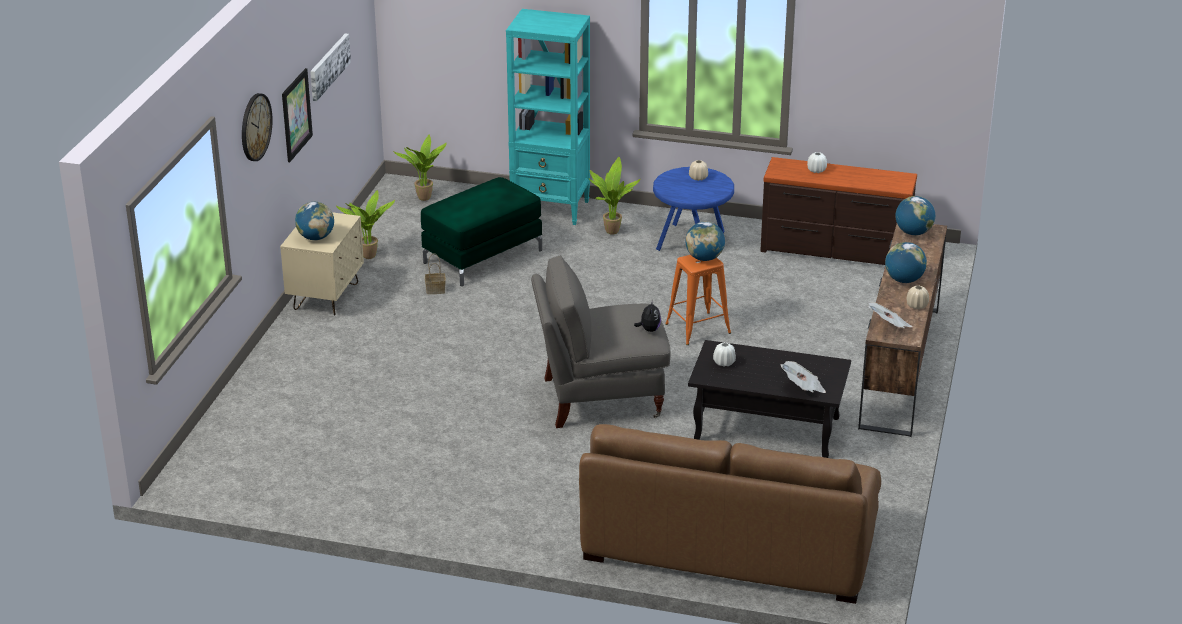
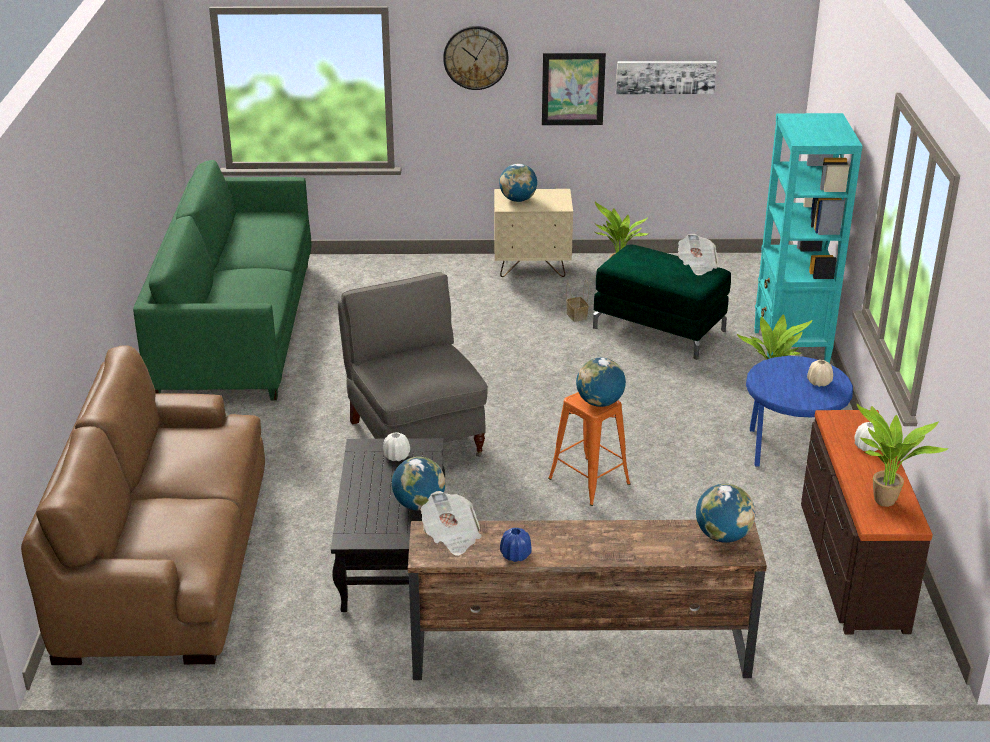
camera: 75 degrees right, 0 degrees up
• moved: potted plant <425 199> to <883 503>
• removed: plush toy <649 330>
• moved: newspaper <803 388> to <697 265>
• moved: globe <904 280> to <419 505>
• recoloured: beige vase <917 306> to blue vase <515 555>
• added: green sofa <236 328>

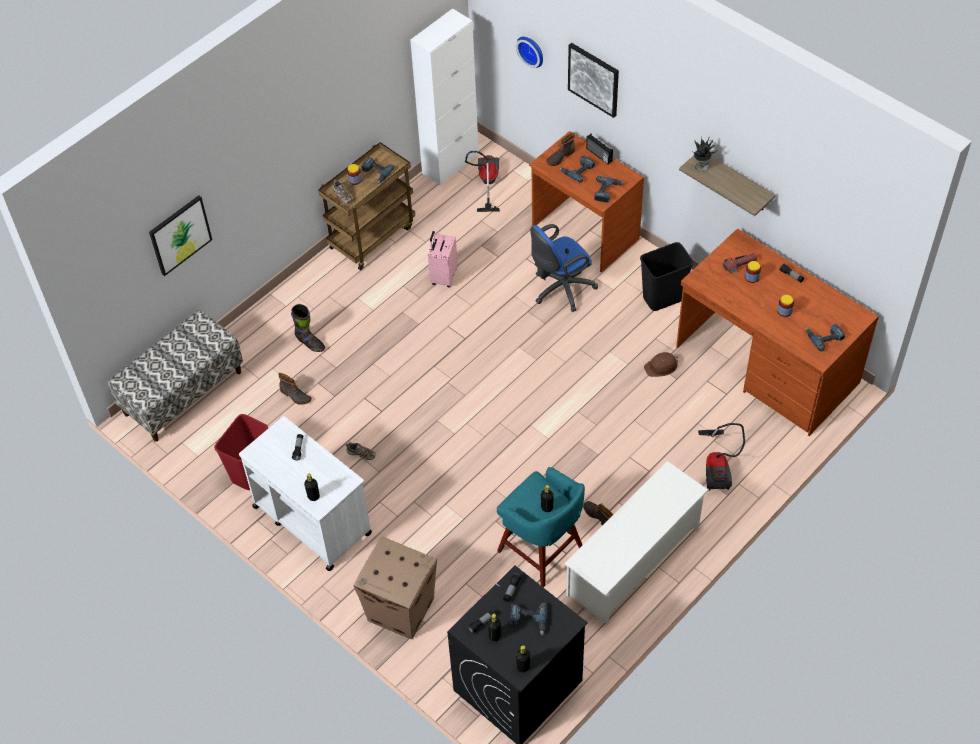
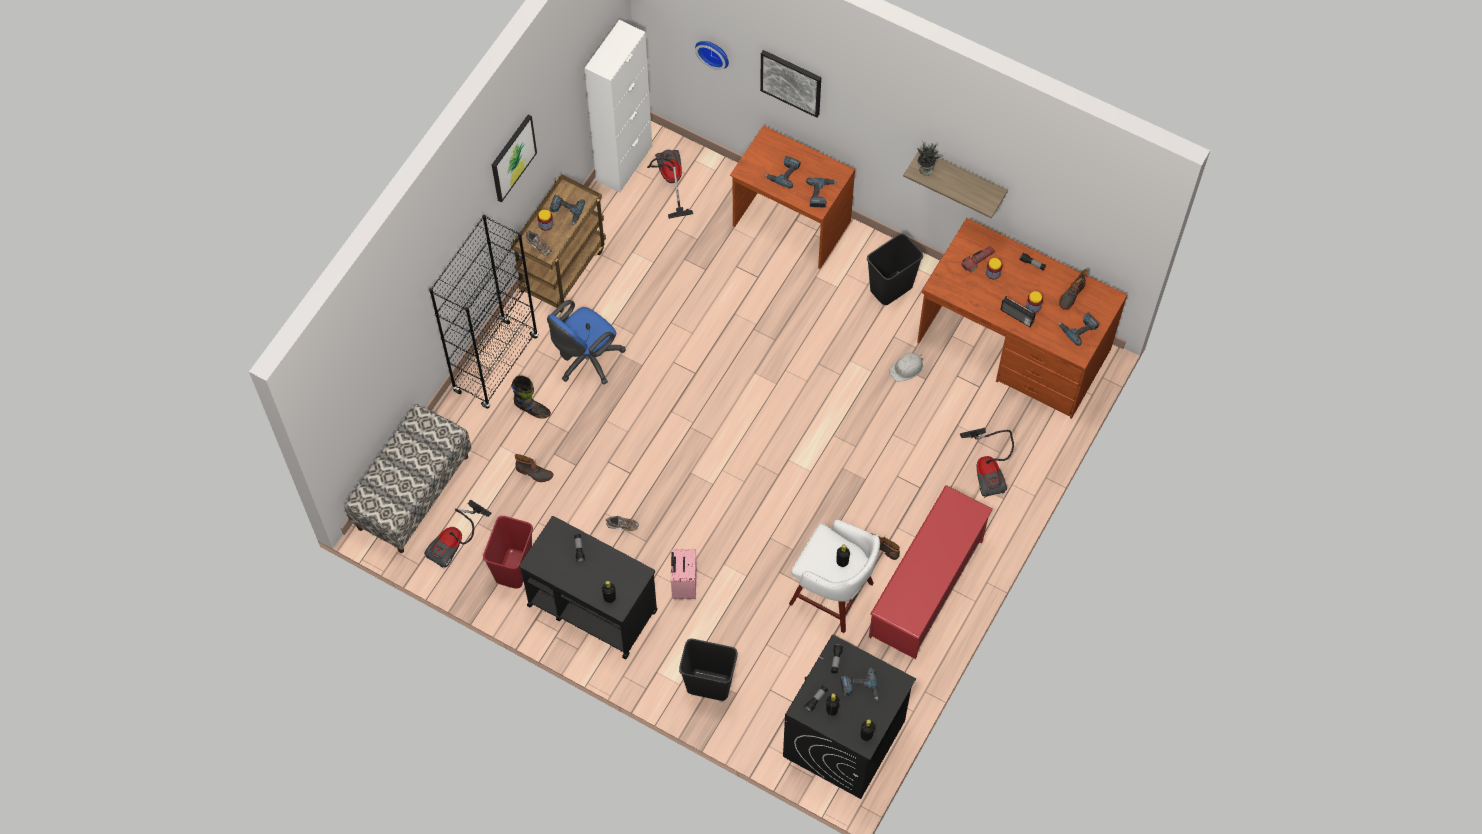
camera: 15 degrees left, 10 degrees up
• moved: picture <180 235> to <512 157>
• recoloured: white cart <311 519> to black cart <591 607>
• replaced: cardboard box <401 609> to black trash can <709 684>
• moved: pink suitcase <443 277> to <683 585>
• recoloured: turquoise stool <542 551> to white stool <833 595>
• moved: blue office chair <560 289> to <585 359>
• moved: boot <560 157> to <1071 295>
• recoloured: white shoe rack <634 561> to red shoe rack <927 588>
• moved: radio <598 155> to <1016 316>
• recoloured: brown hard hat <661 367> to white hard hat <907 368>
• added: vacuum cleaner <456 542>
• added: black bookcase <496 364>

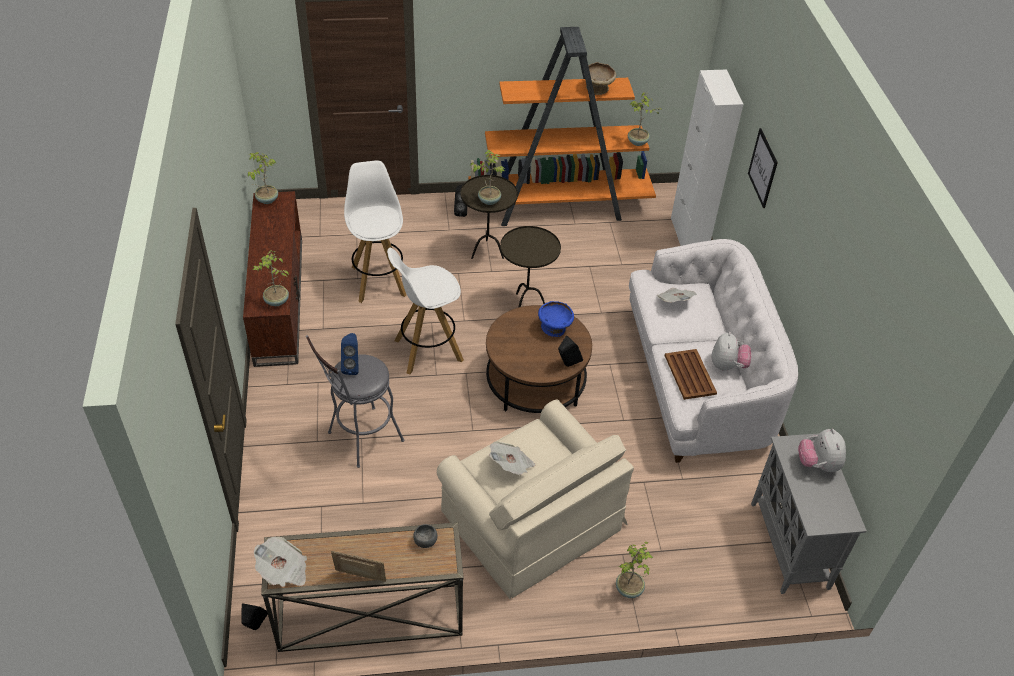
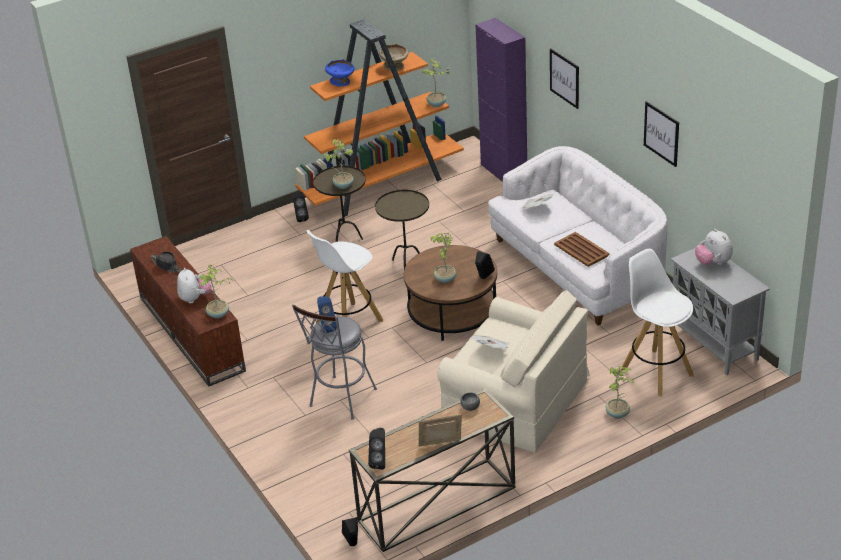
camera: 20 degrees left, 10 degrees down
• moved: potted plant <266 200> to <444 279>
• replaced: newspaper <283 571> to black speaker <380 462>
• moved: white stool <378 280> to <656 371>
• moved: blue bowl <555 328> to <341 82>
• recoloured: white cabinet <688 235> to purple cabinet <504 172>
• moved: plush toy <727 365> to <195 298>
• added: black hat <166 266>
• added: picture <661 133>

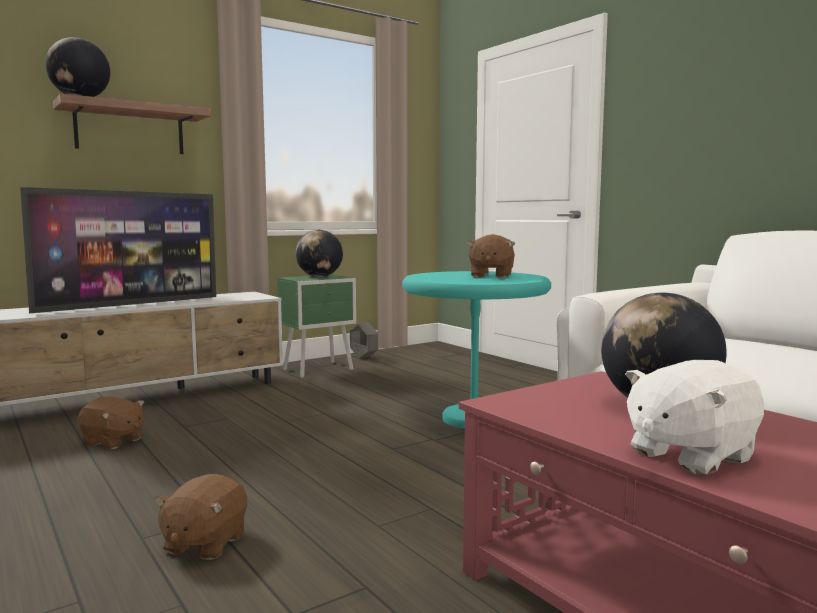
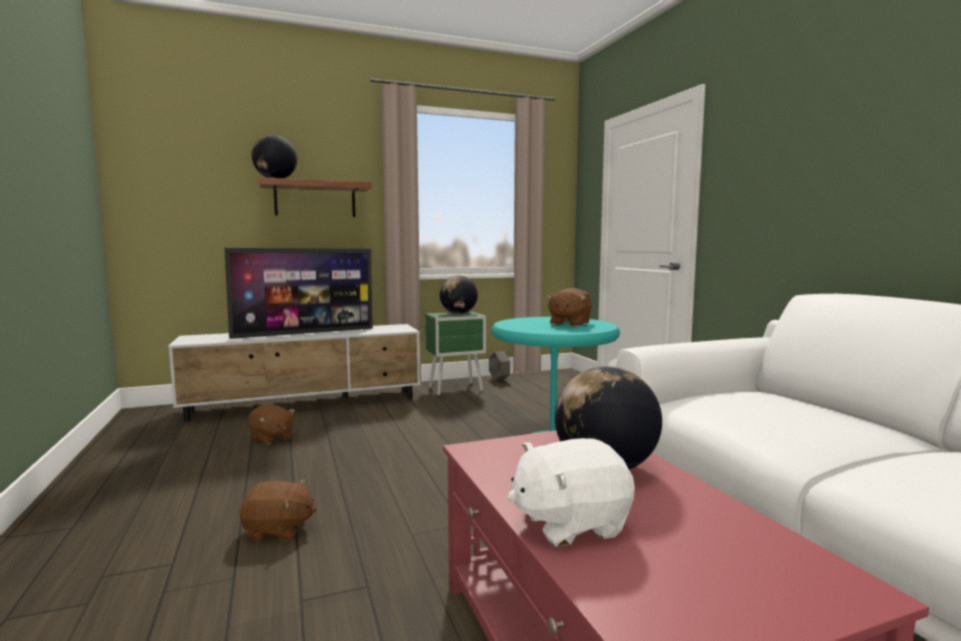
camera: 15 degrees right, 0 degrees up
• turned: brown plush toy <204 543> = <278 530> 120 degrees counterclockwise

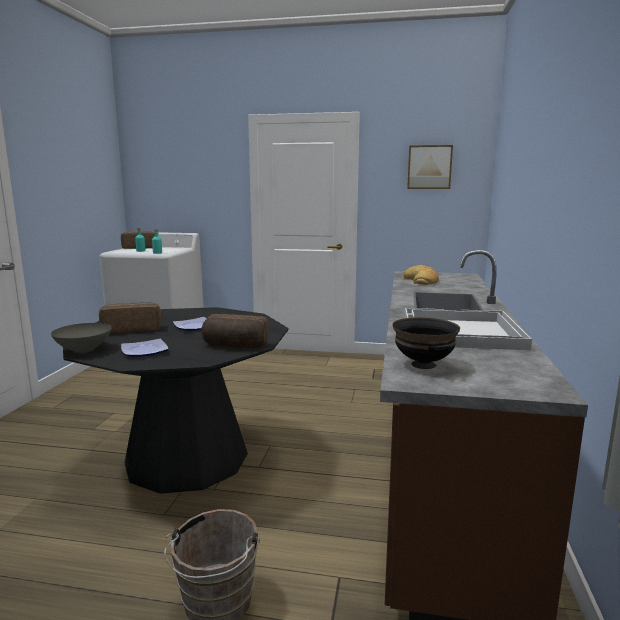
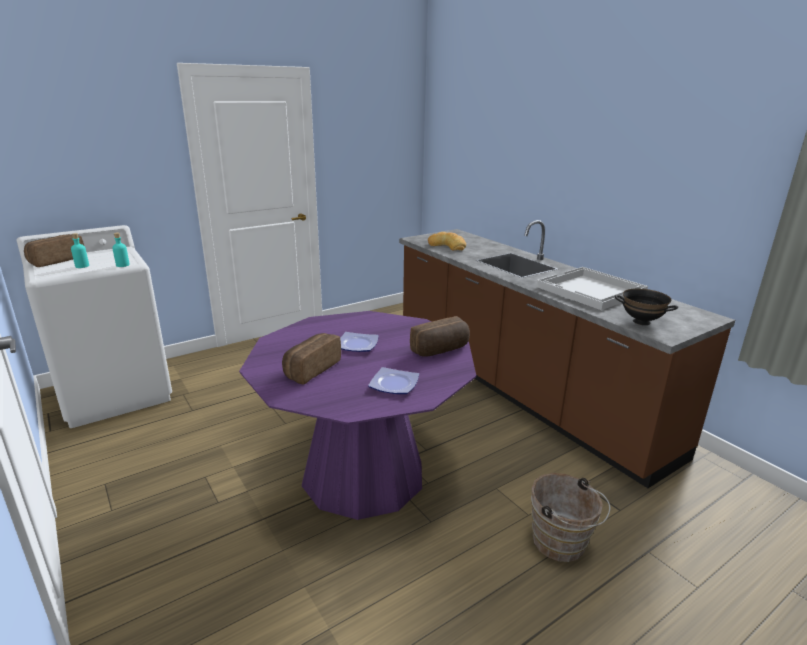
camera: 45 degrees left, 10 degrees up
• removed: grey bowl <84 350>
• recoloured: black dining table <187 458> to purple dining table <363 474>
• removed: picture <429 167>

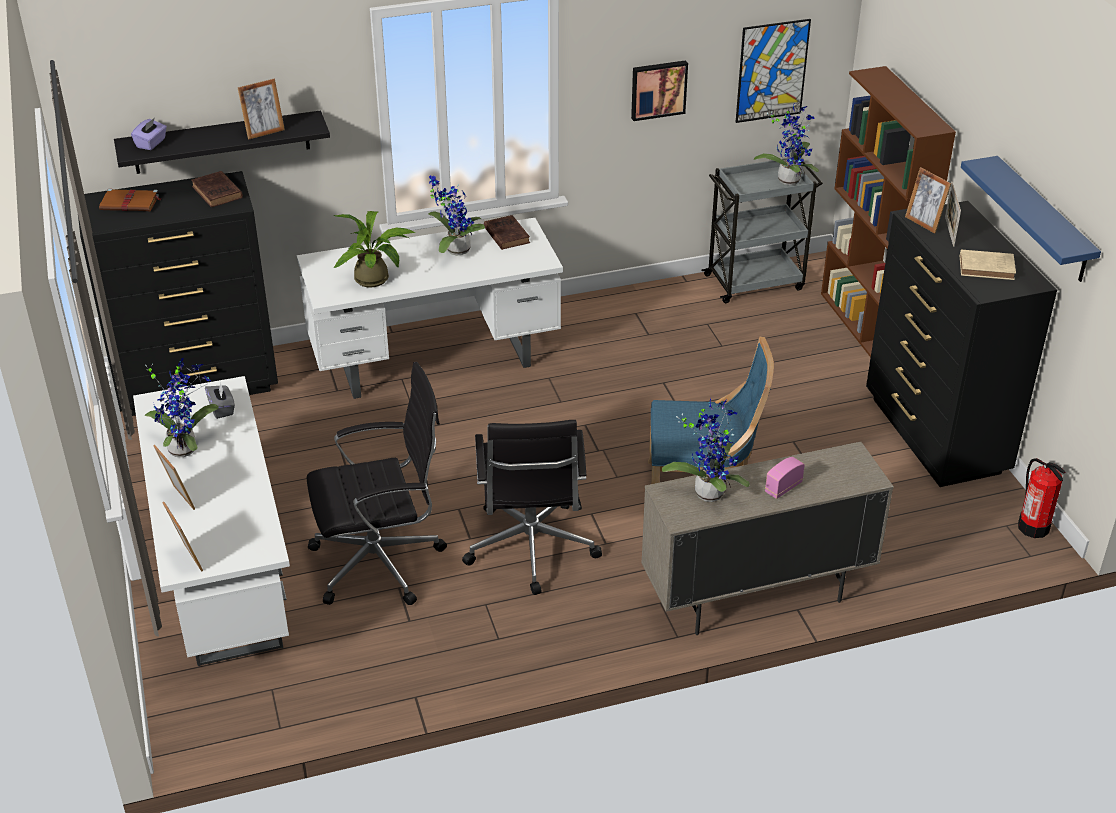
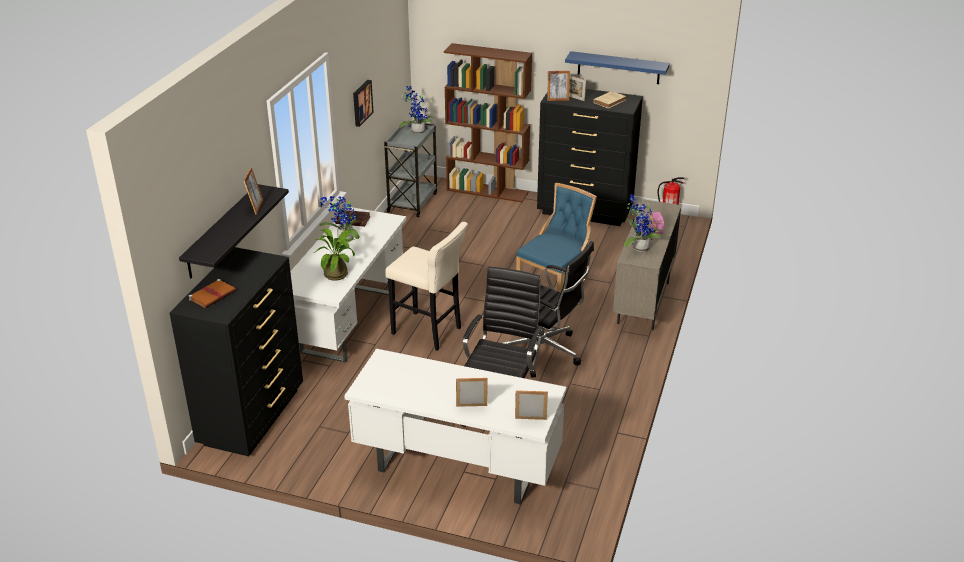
camera: 55 degrees left, 5 degrees down
• removed: purple tissue box <151 143>
• removed: potted plant <185 447>
• removed: brown book <218 193>
• removed: grey tissue box <222 409>
• removed: picture <772 71>
• added: beige stool <429 332>

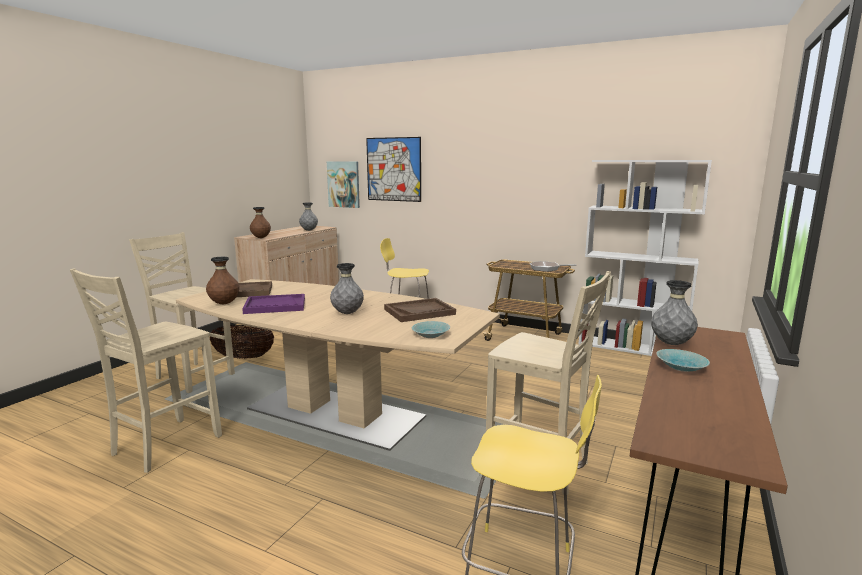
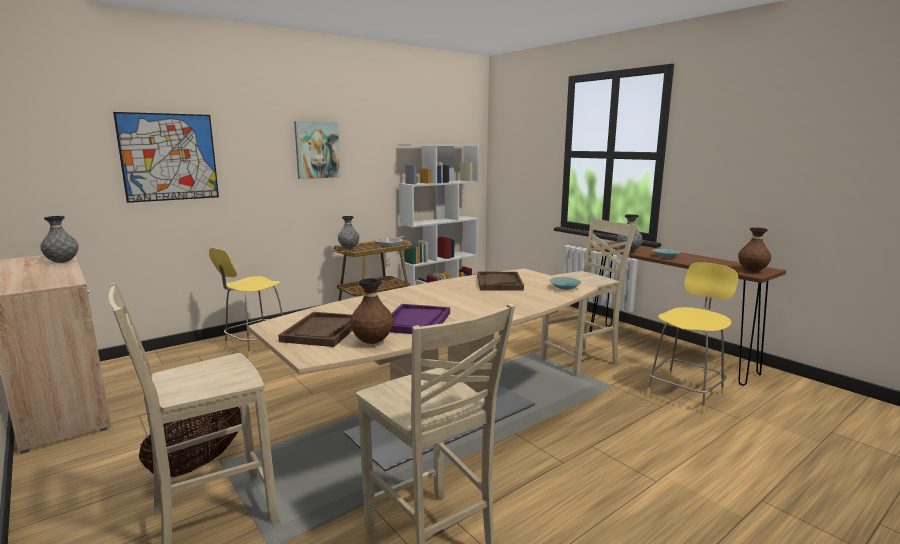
camera: 65 degrees left, 0 degrees up
• moved: brown vase <261 238> to <752 271>
• moved: picture <344 184> to <317 150>
• moved: grey vase <347 313> to <349 248>

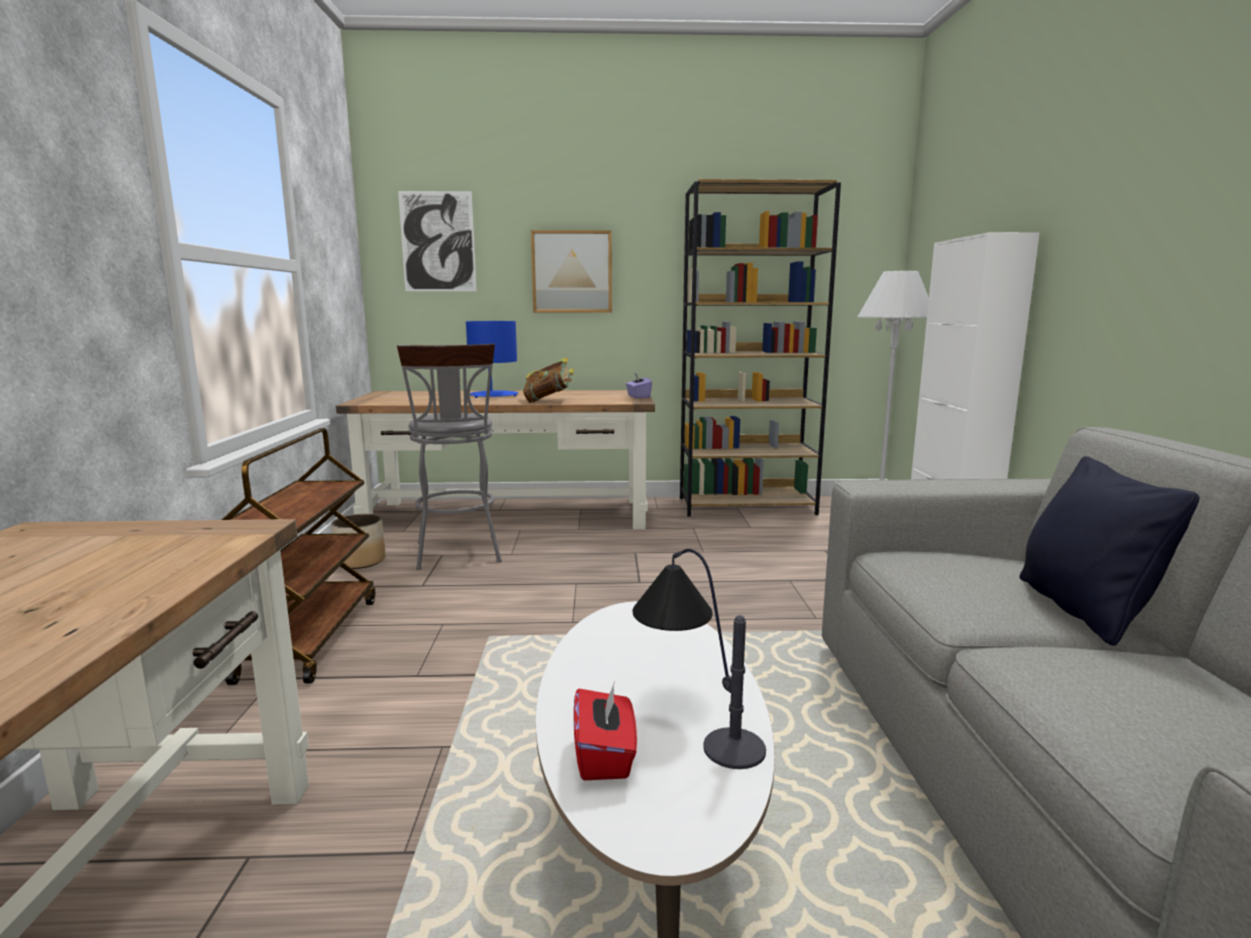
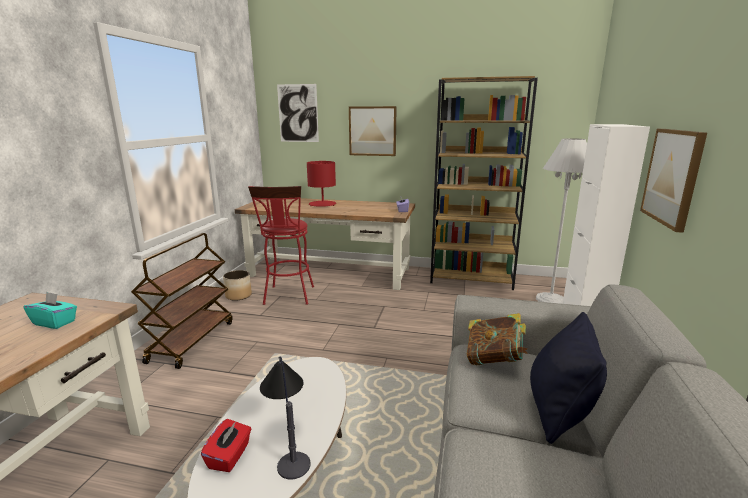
camera: 15 degrees right, 5 degrees up
• recoloured: grey stool <458 555> to red stool <288 297>
• recoloured: blue table lamp <494 395> to red table lamp <322 204>
• moved: book <549 401> to <494 360>
• added: turquoise tissue box <55 322>
• added: picture <673 177>

